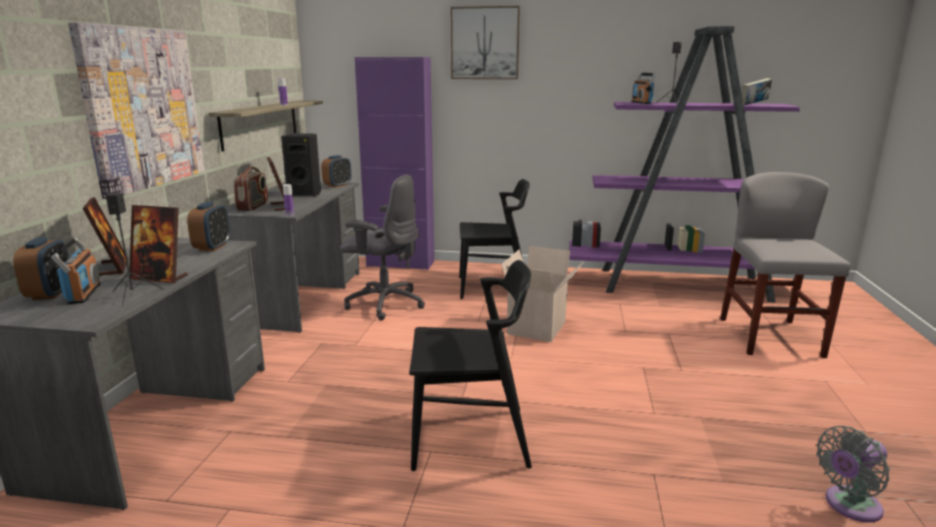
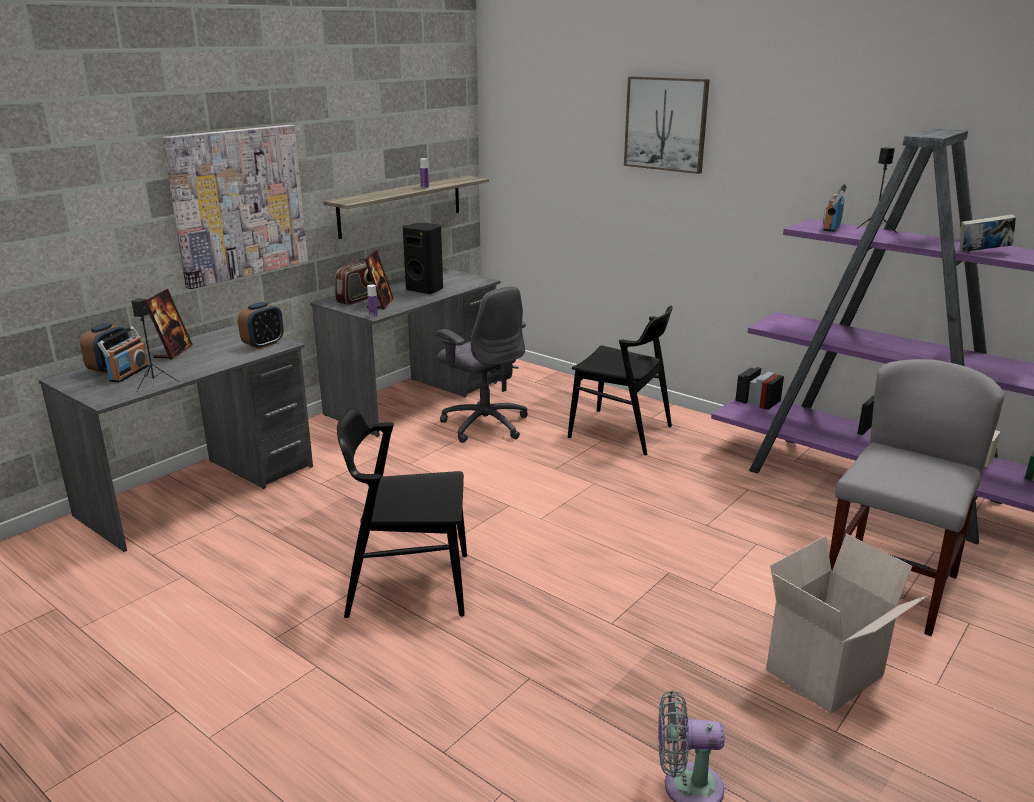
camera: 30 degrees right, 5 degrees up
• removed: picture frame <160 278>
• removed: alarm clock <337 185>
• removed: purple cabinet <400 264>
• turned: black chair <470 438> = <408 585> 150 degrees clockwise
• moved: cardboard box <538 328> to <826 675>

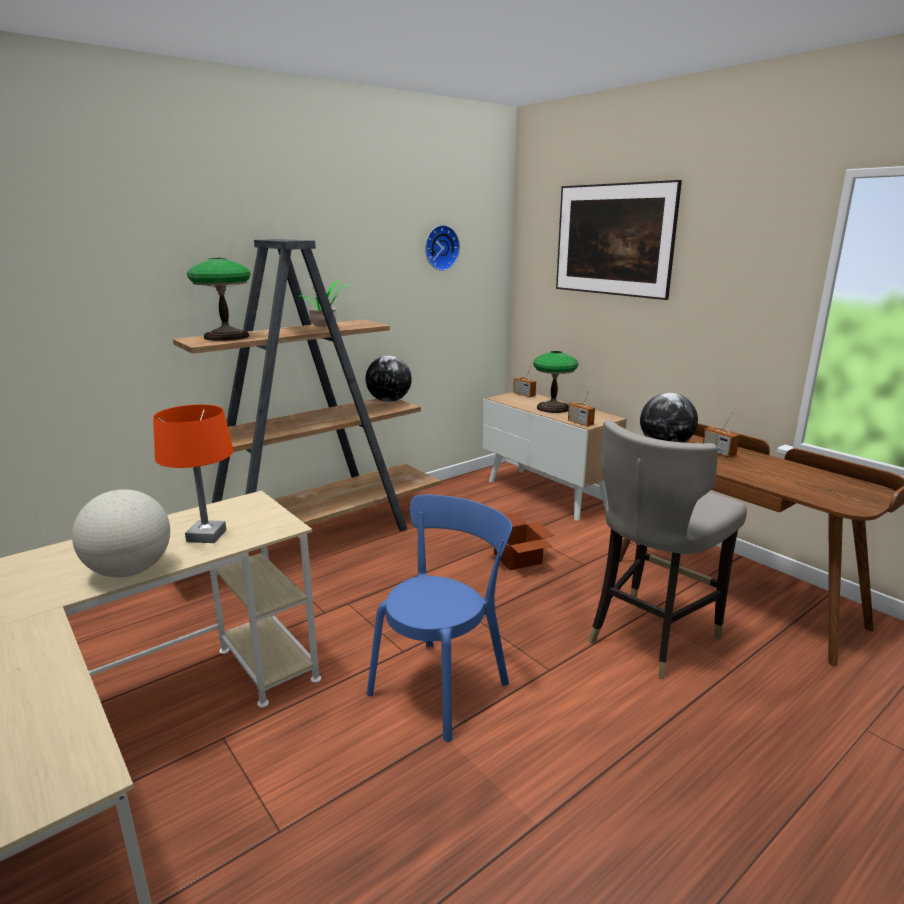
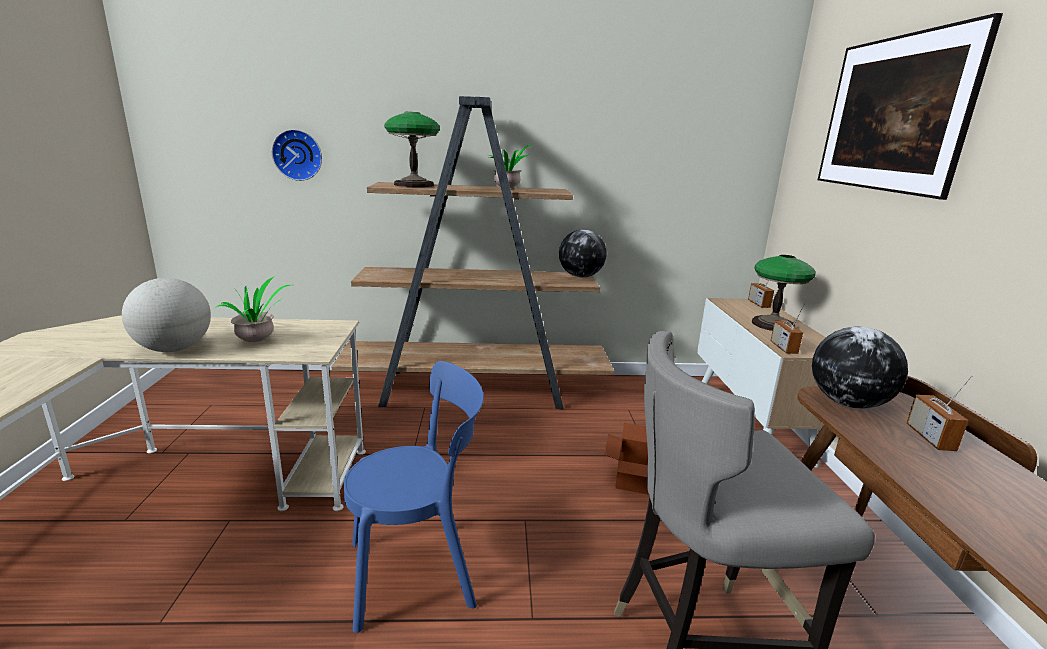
camera: 35 degrees right, 0 degrees up
• replaced: orange table lamp <206 536> to potted plant <259 341>
• moved: wall clock <440 248> to <298 155>

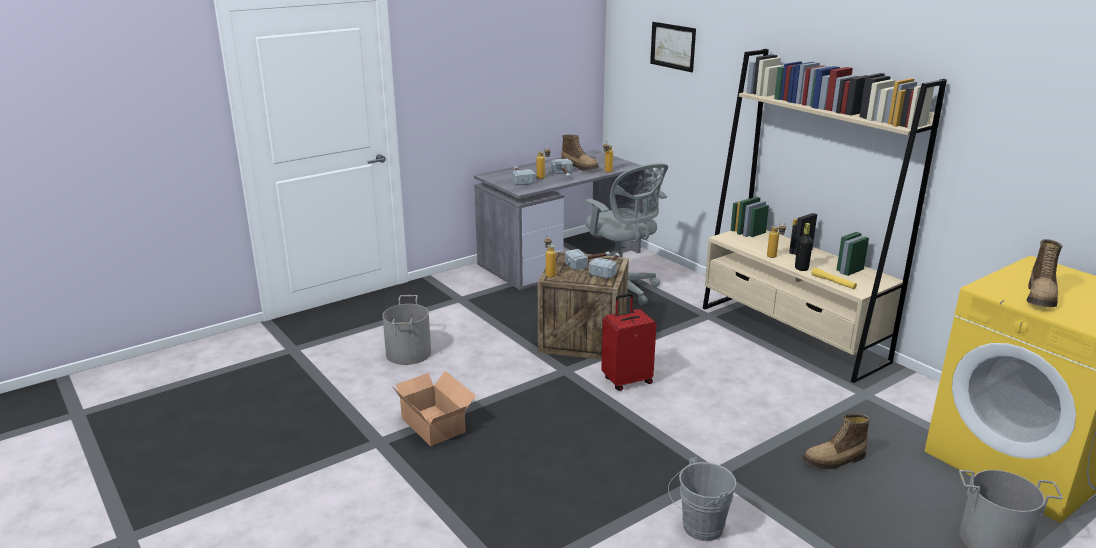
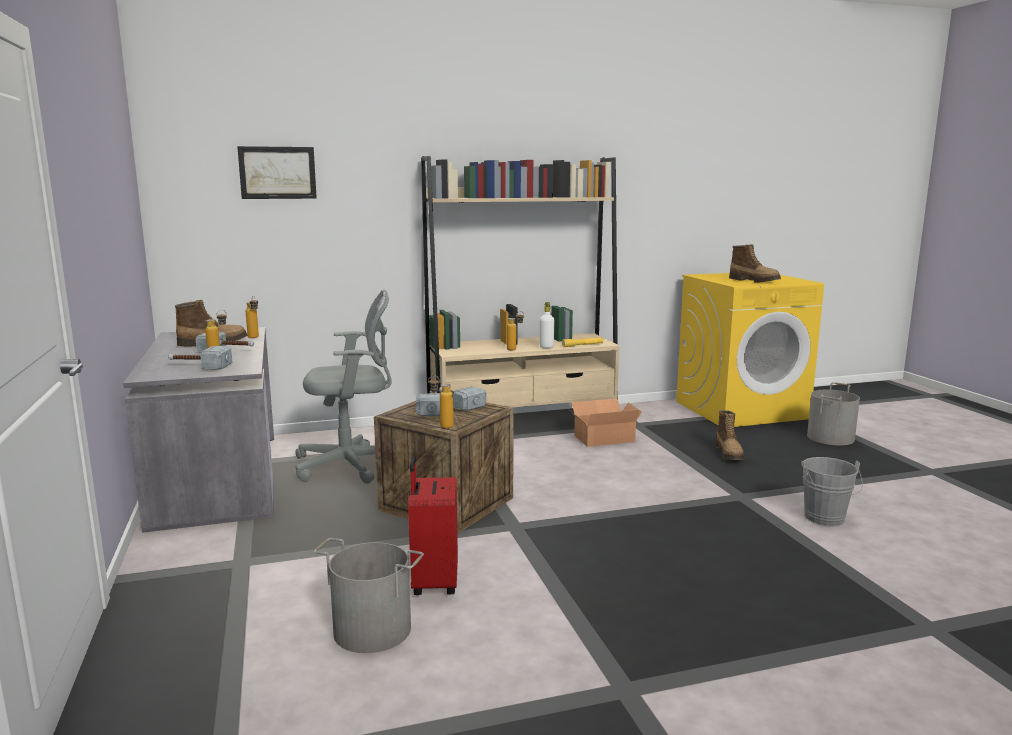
camera: 70 degrees left, 10 degrees down
• moved: cardboard box <434 423> to <602 438>
• moved: red suitcase <626 380> to <433 583>
• recoloured: black bottle <801 268> to white bottle <546 347>

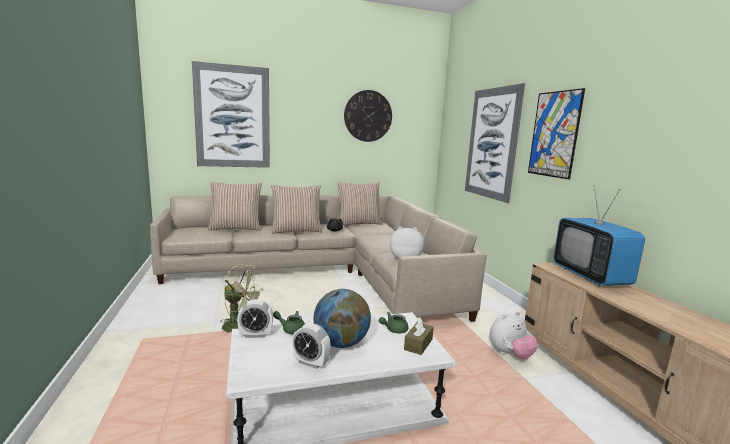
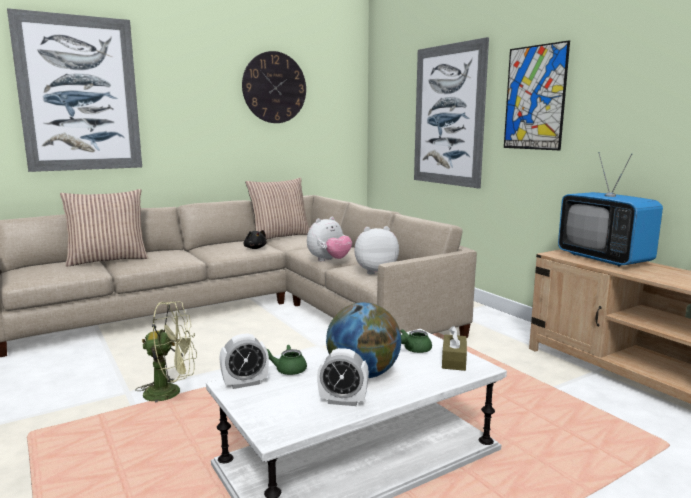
camera: 15 degrees left, 0 degrees up
• removed: pillow <296 231>
• moved: plush toy <510 355> to <329 261>

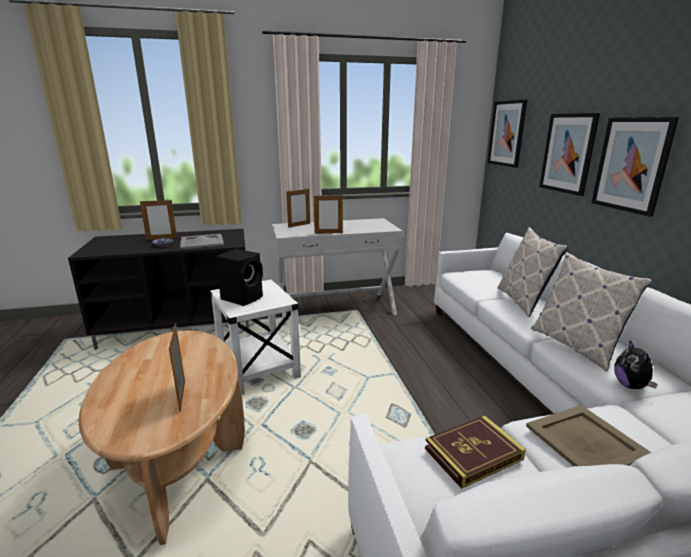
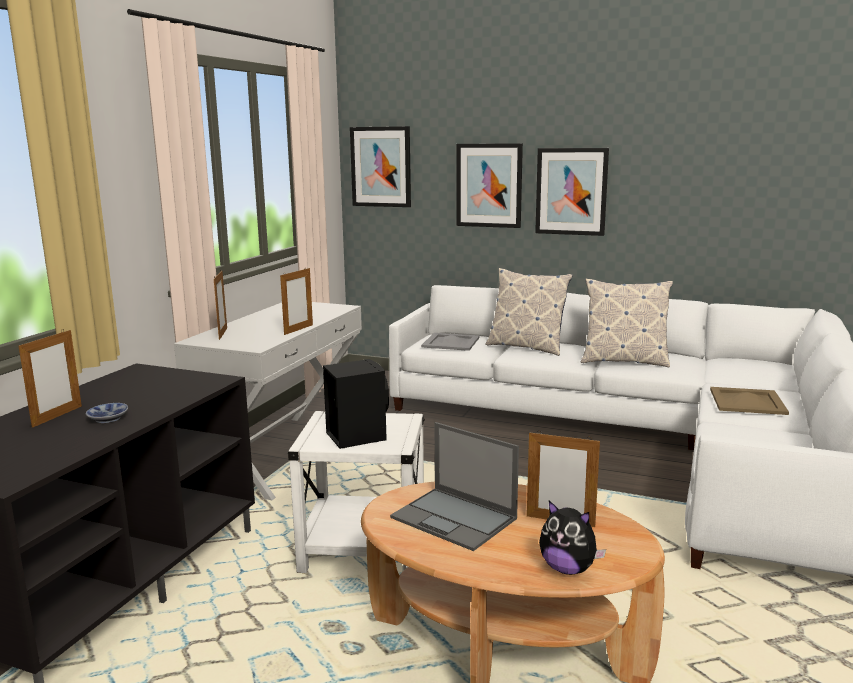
camera: 55 degrees left, 5 degrees down
• moved: grey tray <201 242> to <451 342>
• removed: book <473 454>
• moved: plush toy <631 386> to <568 569>
• added: laptop <455 518>

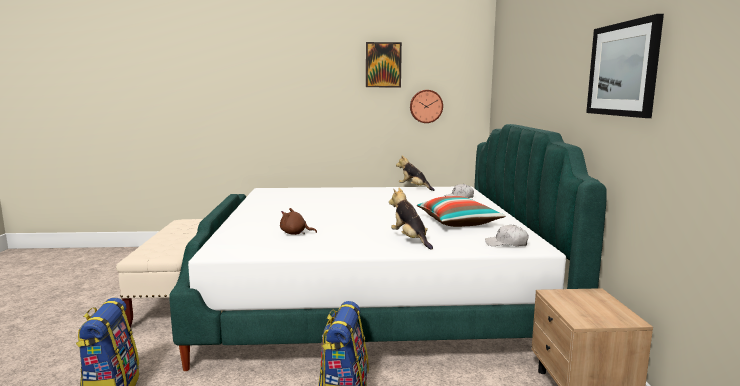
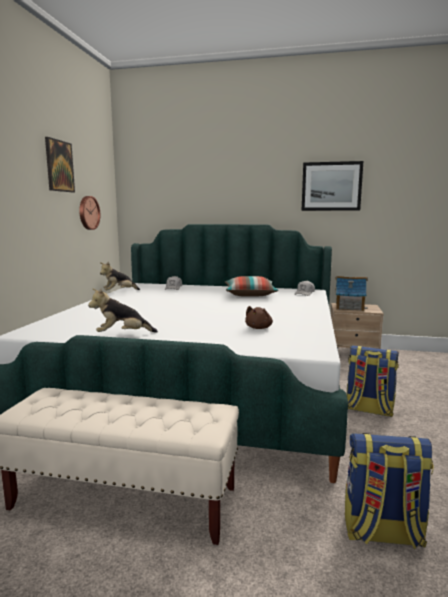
camera: 75 degrees left, 0 degrees up
• moved: plush toy <410 240> to <122 335>
• added: toy house <349 307>

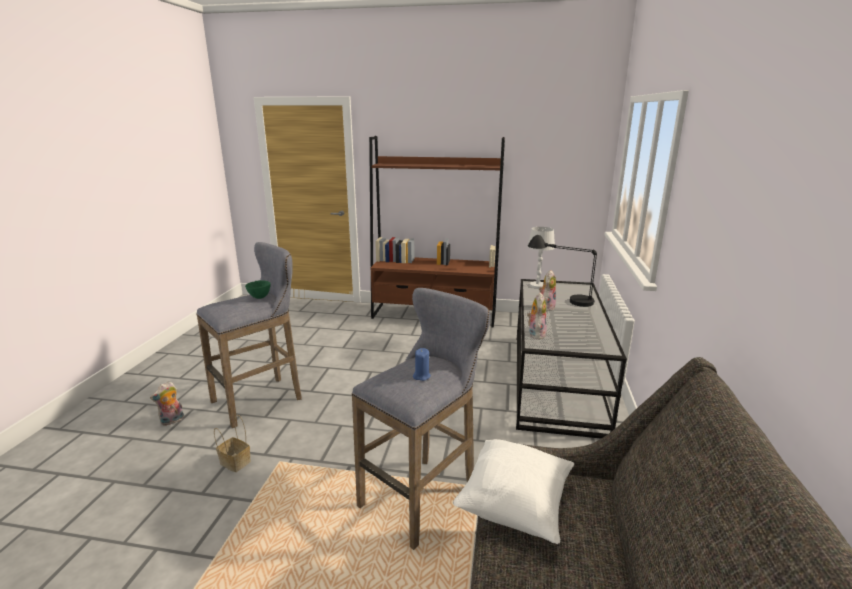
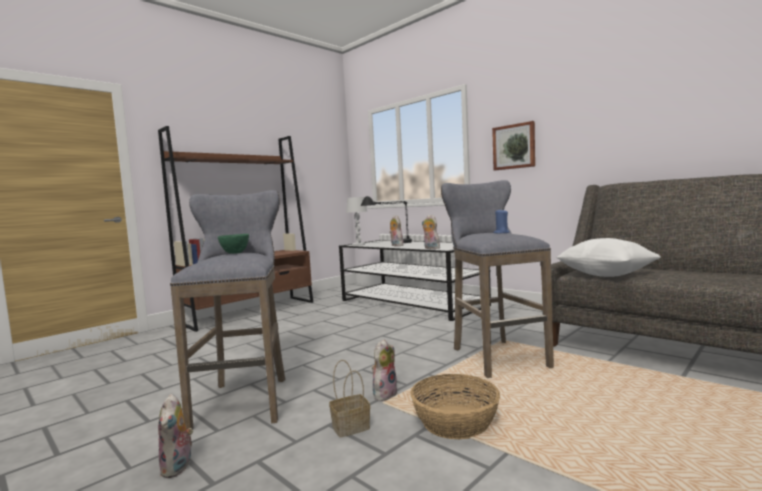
camera: 55 degrees left, 15 degrees down
• added: plush toy <384 394>
• added: basket <455 422>
• added: picture <514 146>

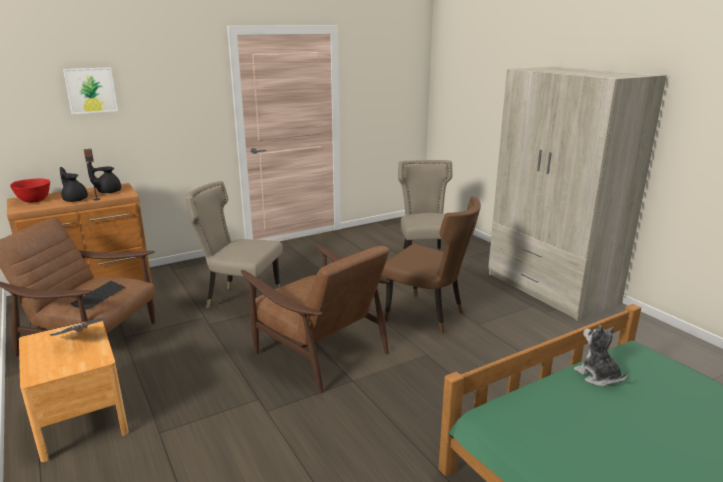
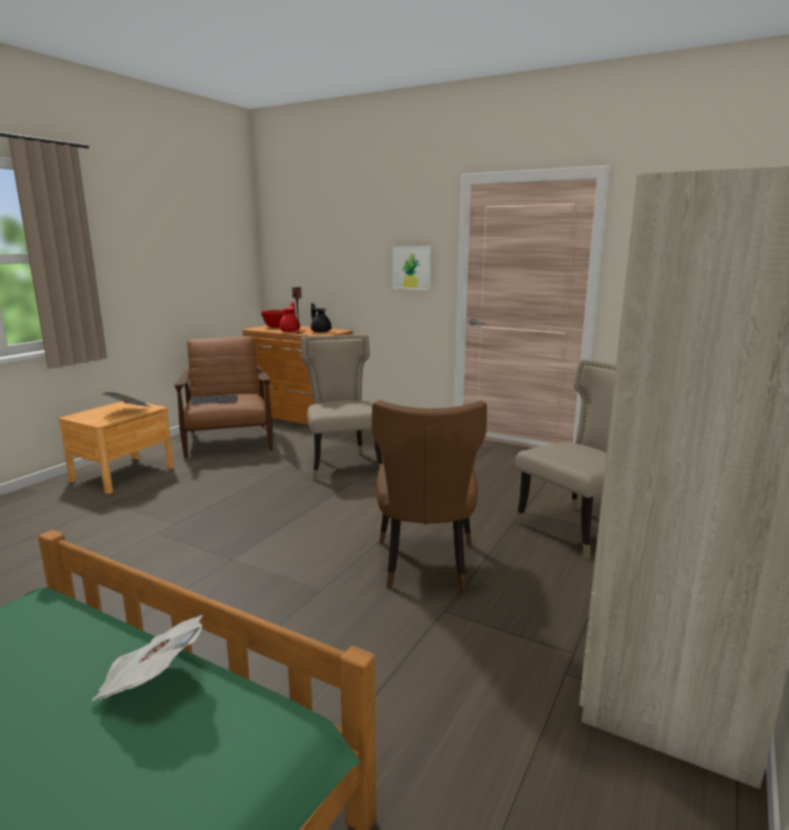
camera: 60 degrees right, 5 degrees down
• recoloured: black teapot <75 199> to red teapot <290 331>
• moved: picture <91 90> to <412 268>
• removed: brown armchair <319 350>
• replaced: plush toy <597 376> to newspaper <152 681>

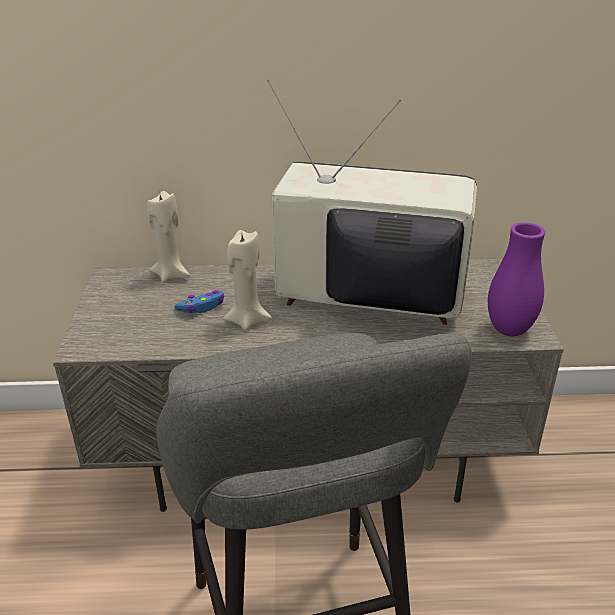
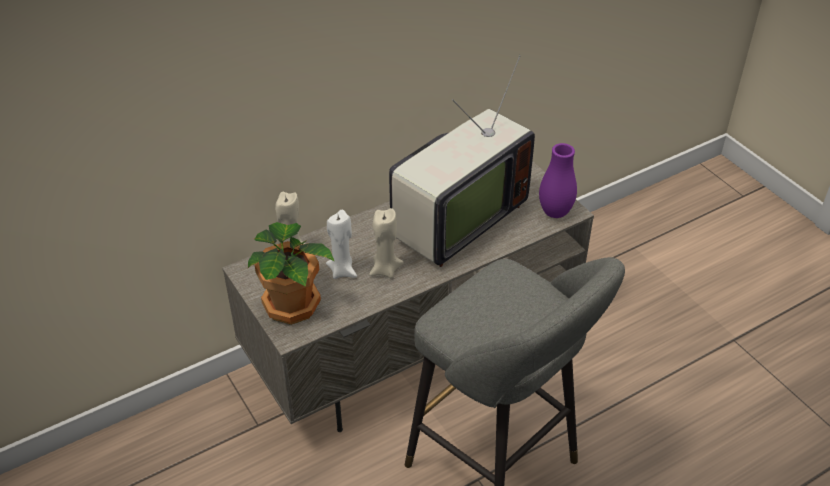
camera: 30 degrees left, 10 degrees up
• replaced: blue game controller <202 307> to white candle <342 271>
• turned: television <372 301> = <454 221> 150 degrees clockwise
• added: potted plant <293 304>

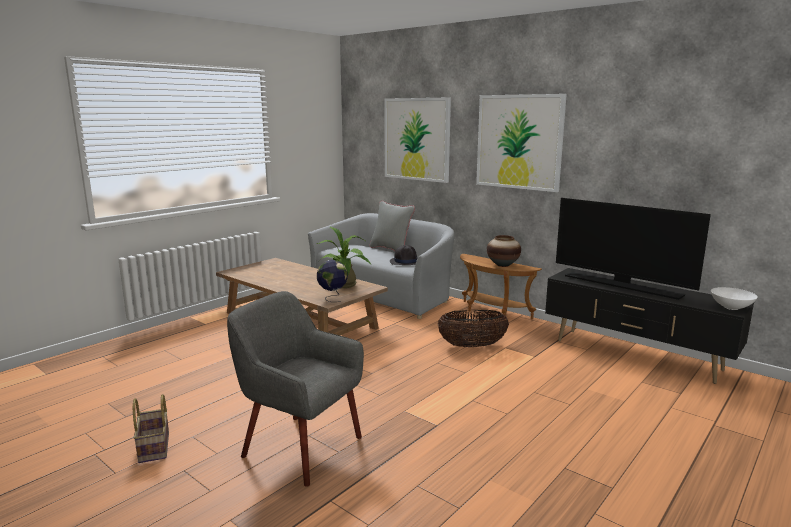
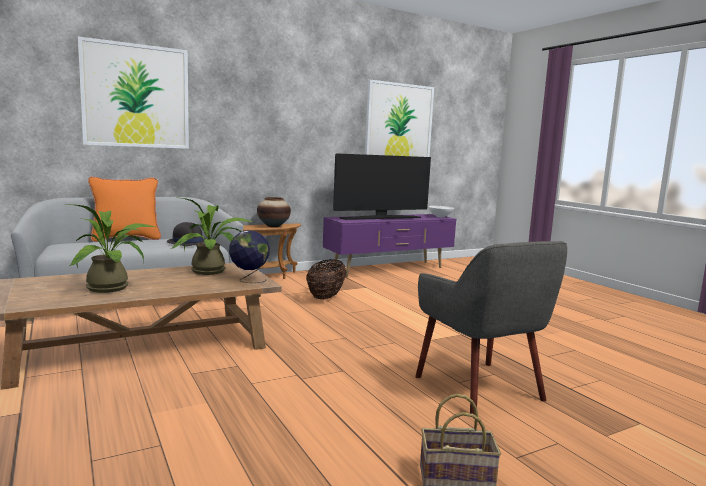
camera: 70 degrees left, 5 degrees down
• turned: grey armchair <300 446> = <480 388> 75 degrees counterclockwise
• recoloured: grey pillow <391 250> to orange pillow <126 239>
• moved: picture <519 142> to <399 123>
• recoloured: black tv stand <636 355> to purple tv stand <389 269>
• added: potted plant <113 288>

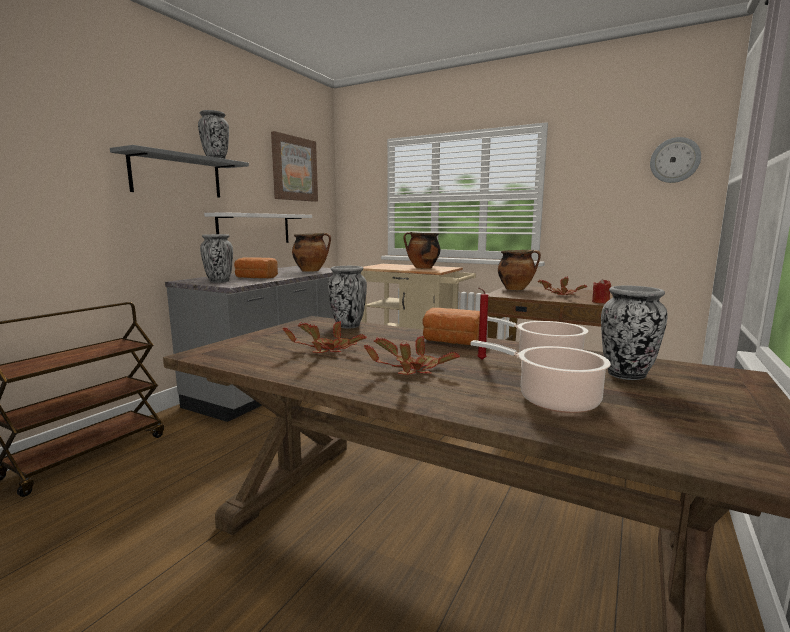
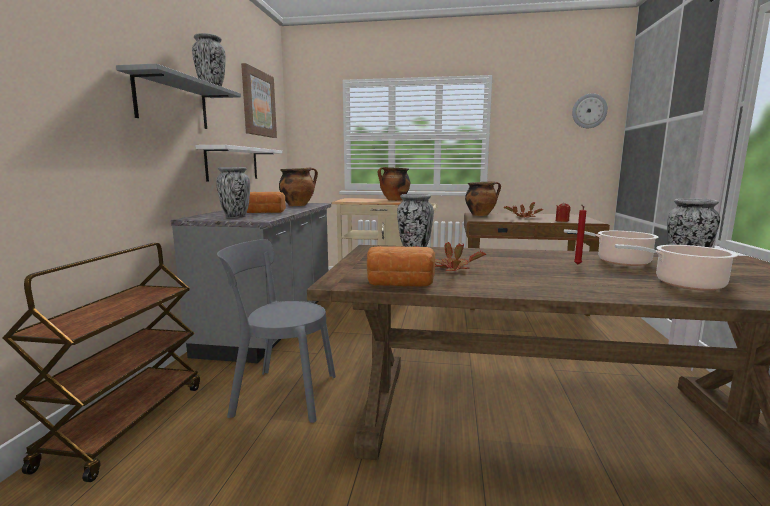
camera: 20 degrees left, 0 degrees up
• removed: potted plant <412 371>
• moved: bread <452 342> to <400 285>
• added: grey chair <280 394>

